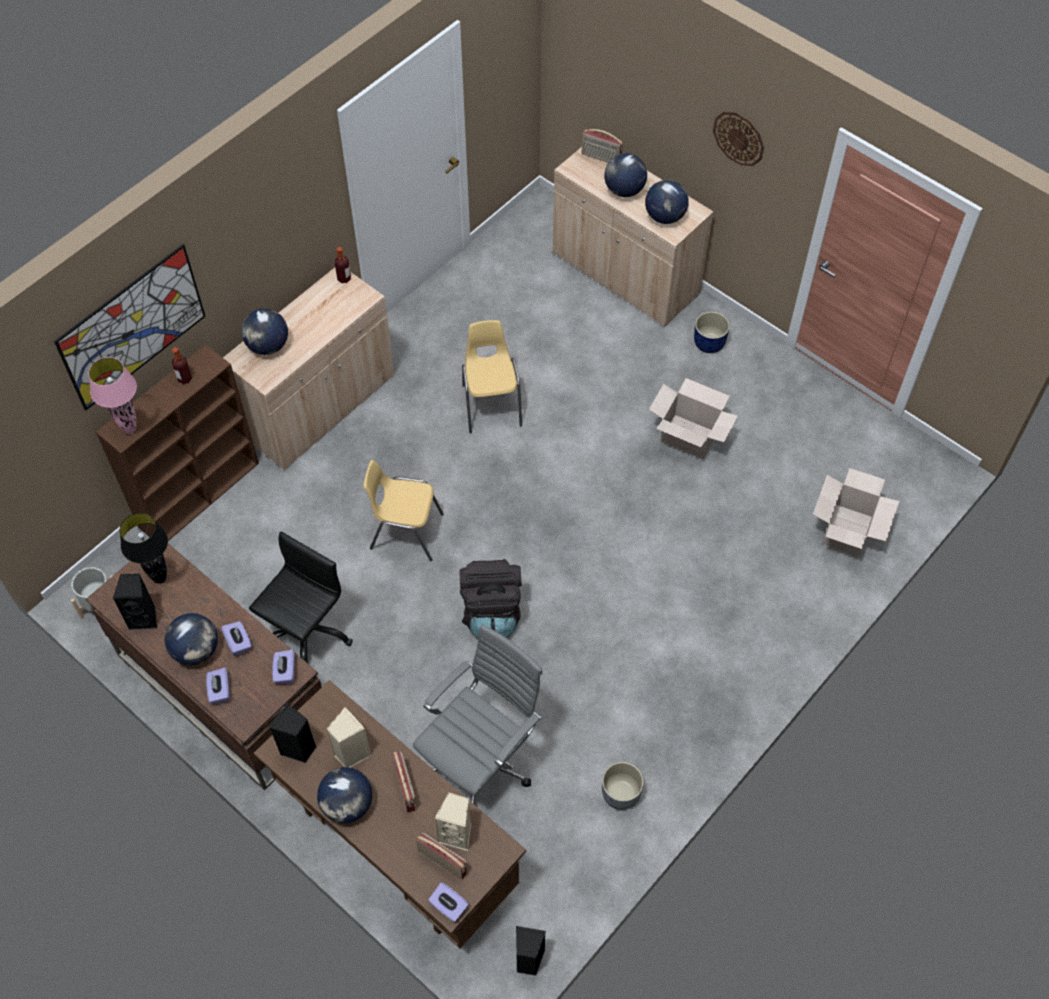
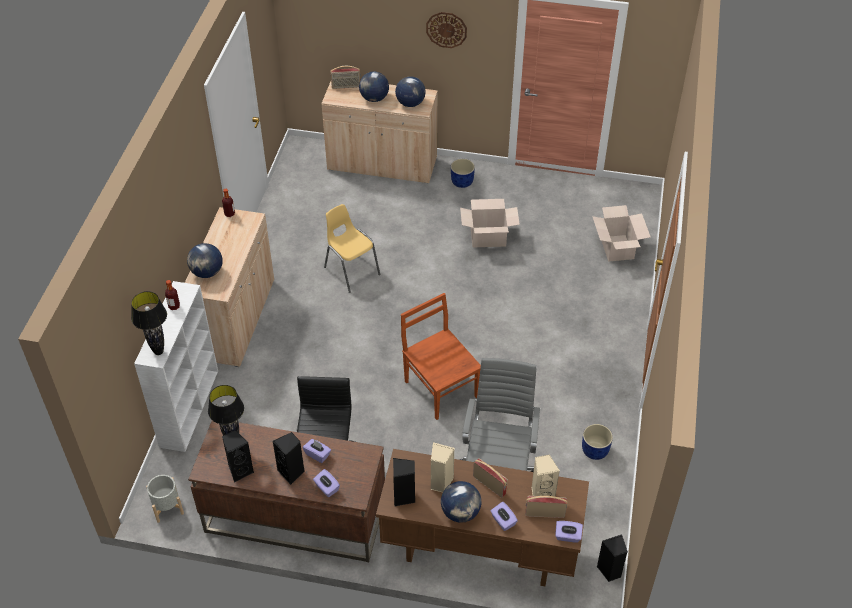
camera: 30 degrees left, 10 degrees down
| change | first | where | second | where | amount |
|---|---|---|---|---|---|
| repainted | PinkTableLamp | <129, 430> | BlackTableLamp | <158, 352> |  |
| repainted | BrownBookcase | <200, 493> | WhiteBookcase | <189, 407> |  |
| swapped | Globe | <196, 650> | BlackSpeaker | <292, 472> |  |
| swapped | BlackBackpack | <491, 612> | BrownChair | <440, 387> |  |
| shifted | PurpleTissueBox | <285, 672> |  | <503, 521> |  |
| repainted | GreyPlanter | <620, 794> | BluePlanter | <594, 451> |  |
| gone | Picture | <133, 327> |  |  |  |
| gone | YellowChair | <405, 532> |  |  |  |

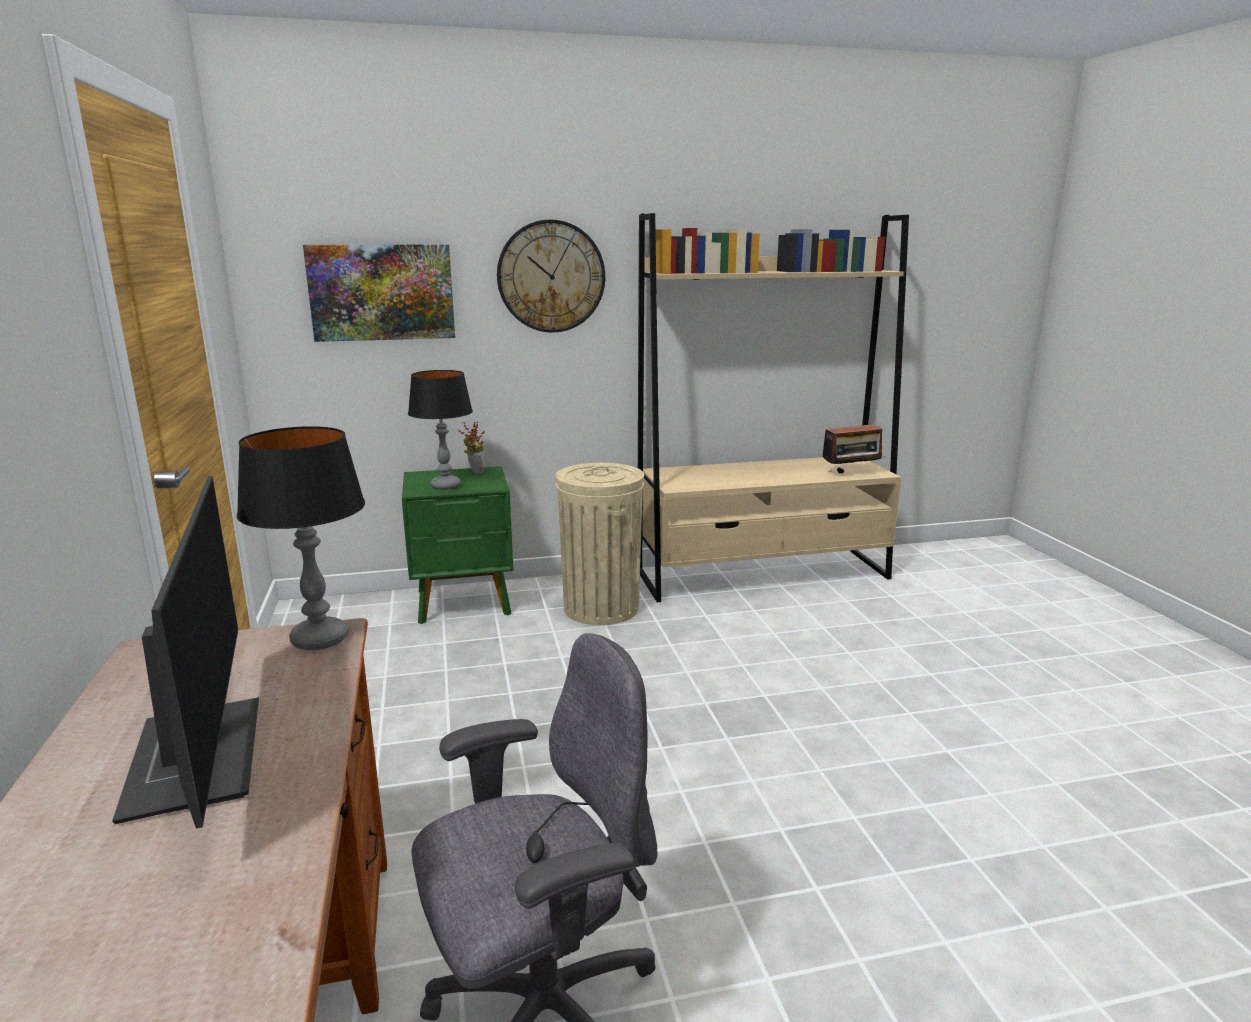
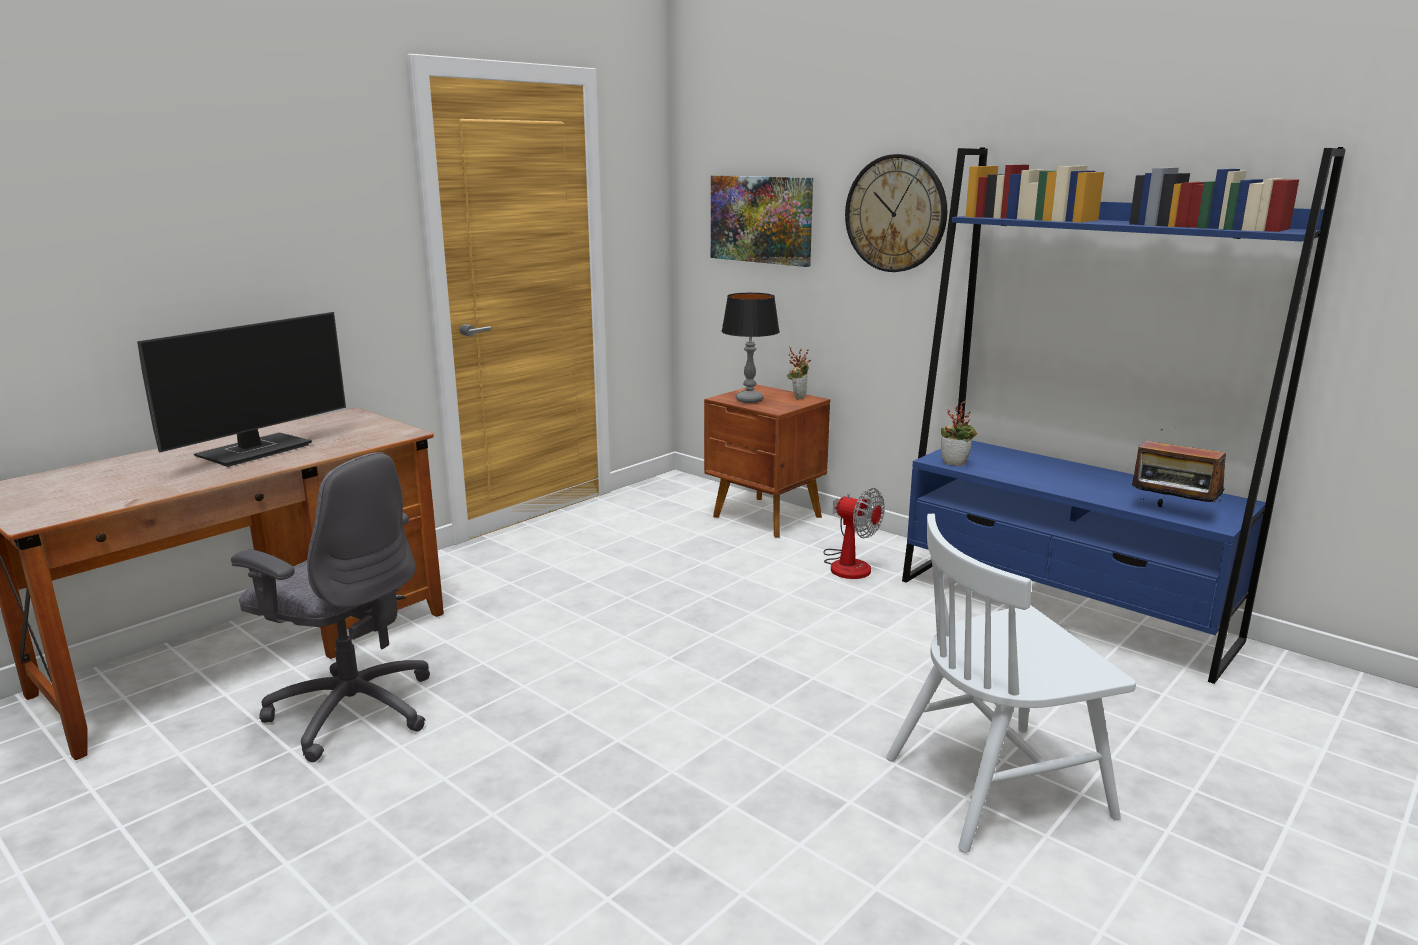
camera: 55 degrees right, 0 degrees up
| change | first | where | second | where | amount |
|---|---|---|---|---|---|
| repainted | GreenNightstand | <465, 603> | BrownNightstand | <767, 517> |  |
| swapped | BeigeTrashCan | <601, 608> | Fan | <848, 563> |  |
| new |  |  | WhiteChair | <998, 785> |  |
| repainted | BeigeBookcase | <763, 575> | BlueBookcase | <1063, 610> |  |
| new |  |  | PottedPlant | <956, 463> |  |
| gone | TableLamp | <319, 639> |  |  |  |

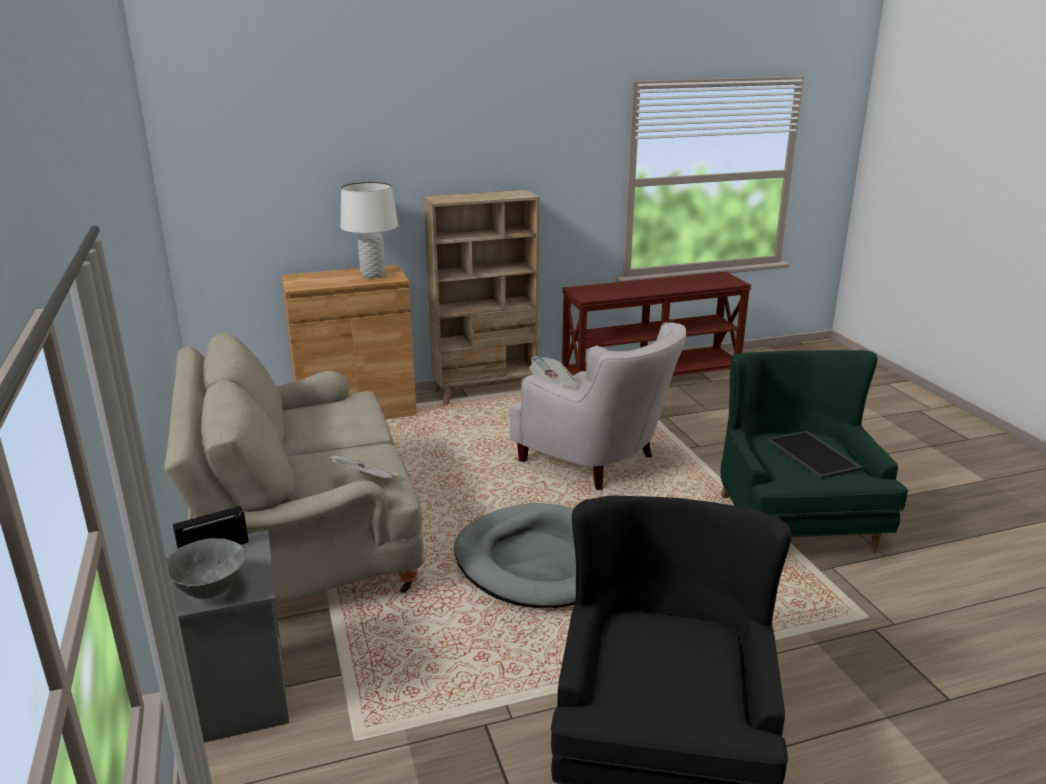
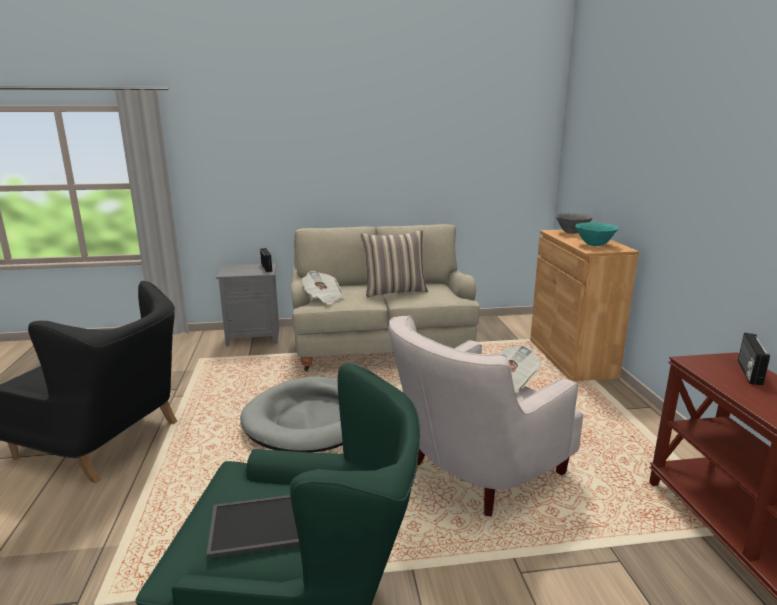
camera: 100 degrees right, 5 degrees down
| change | first | where | second | where | amount |
|---|---|---|---|---|---|
| new |  |  | Pillow | <395, 291> |  |
| shifted | GreyBowl | <210, 591> |  | <572, 233> |  |
| swapped | WhiteTableLamp | <373, 275> | TurquoiseBowl | <595, 245> |  |
| new |  |  | Radio | <748, 372> |  |
| gone | BeigeBookcase | <486, 392> |  |  |  |

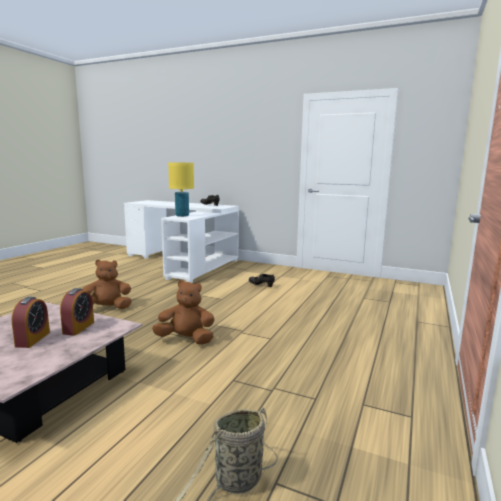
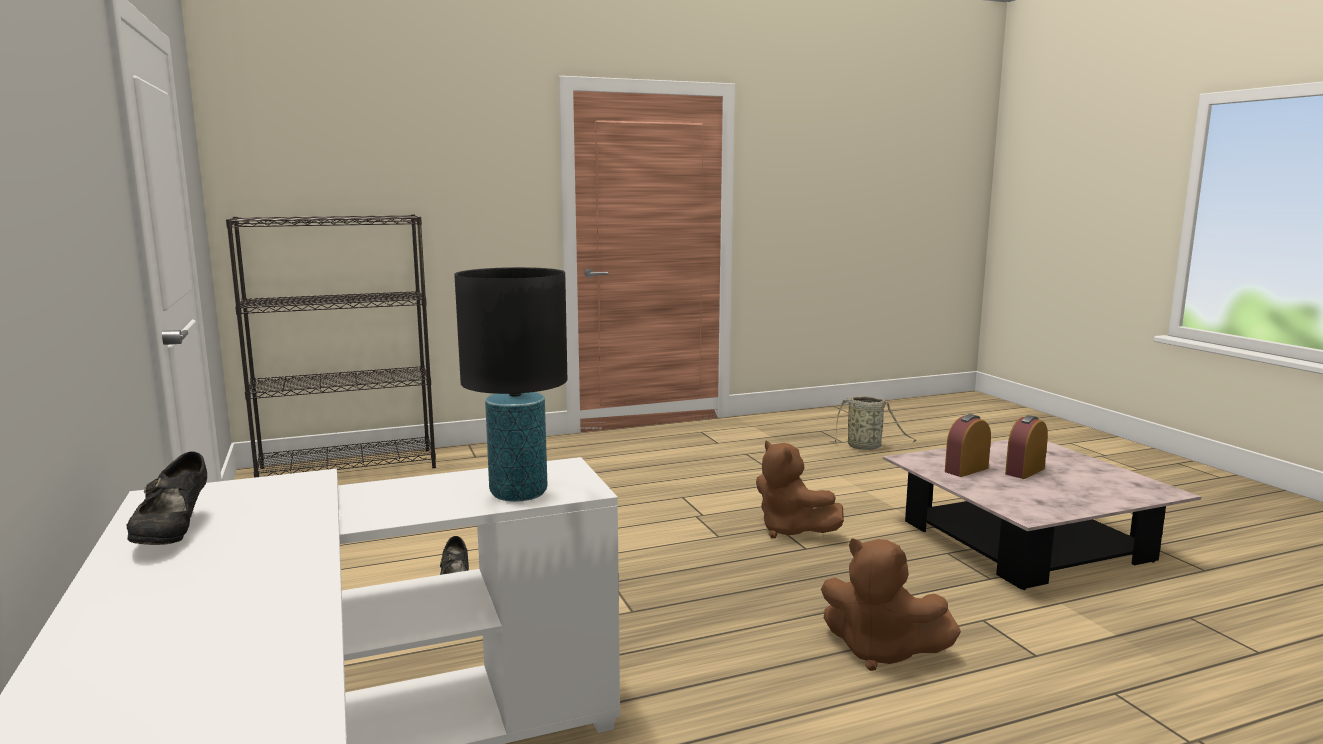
camera: 135 degrees left, 0 degrees up
| change | first | where | second | where | amount |
|---|---|---|---|---|---|
| new |  |  | BlackBookcase | <349, 467> |  |
| repainted | YellowTableLamp | <182, 216> | BlackTableLamp | <518, 494> |  |

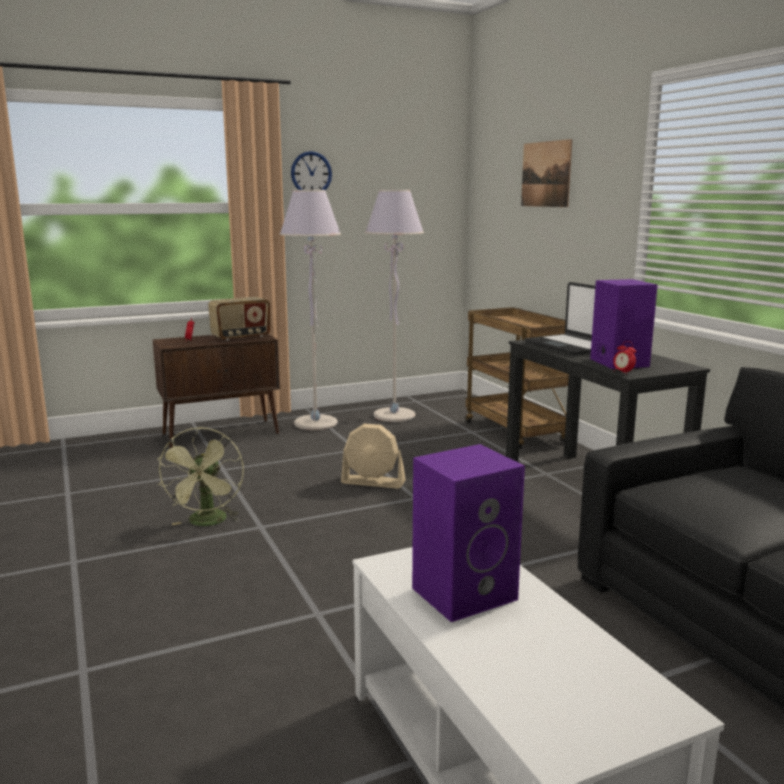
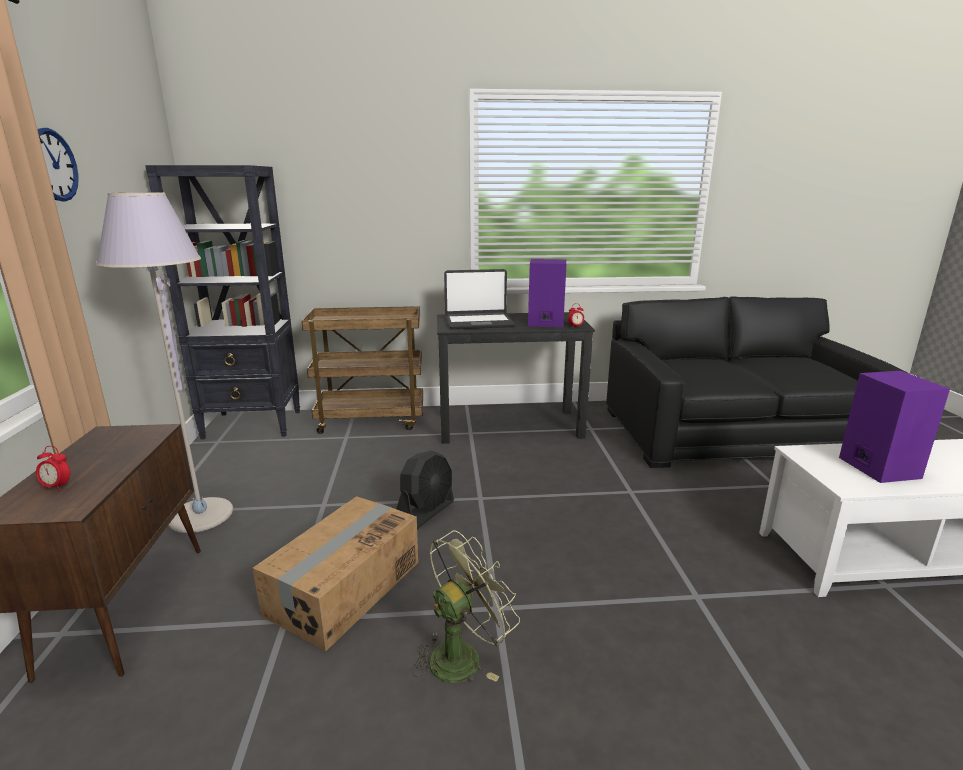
camera: 70 degrees left, 5 degrees up
| change | first | where | second | where | amount |
|---|---|---|---|---|---|
| new |  |  | BlackBookcase | <253, 425> |  |
| new |  |  | CardboardBox | <343, 588> |  |
| repainted | BeigeFan | <373, 482> | BlackFan | <426, 512> |  |
| rotated | GreenFan | <207, 523> |  | <462, 654> | 60 degrees counterclockwise |
| gone | Radio | <241, 337> |  |  |  |
| gone | GreyFloorLamp | <394, 416> |  |  |  |
| gone | Picture | <545, 174> |  |  |  |

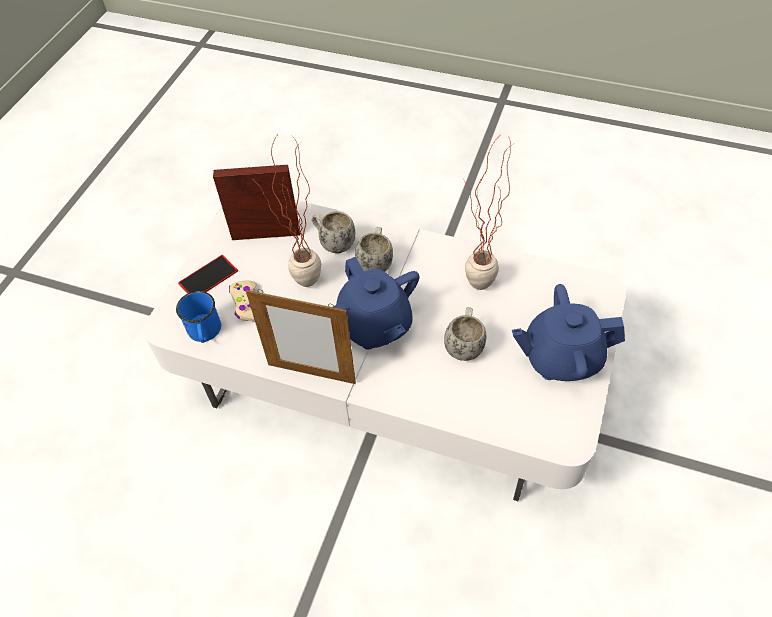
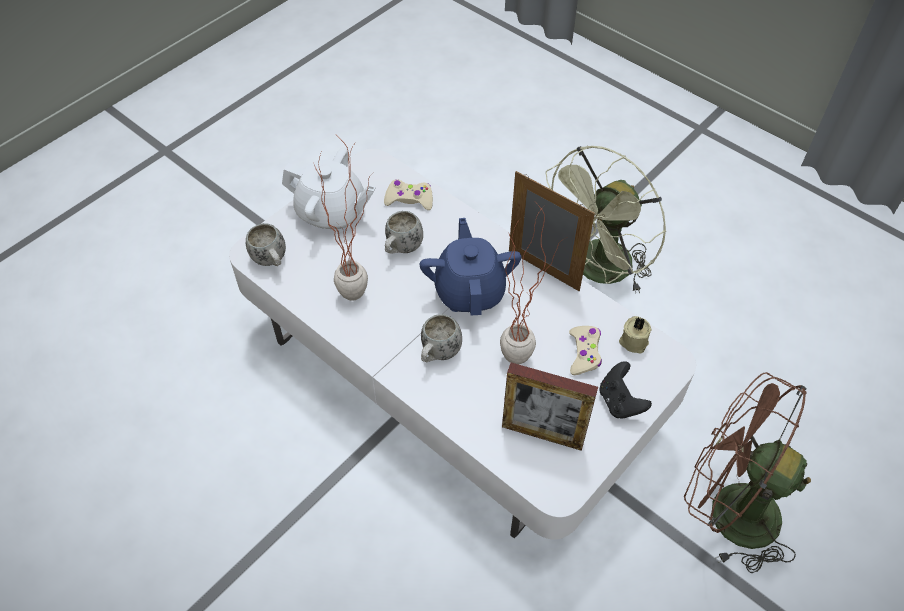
camera: 160 degrees left, 0 degrees up
| change | first | where | second | where | amount |
|---|---|---|---|---|---|
| shifted | WhiteMug | <333, 243> |  | <272, 261> |  |
| repainted | BlueTeapot | <561, 358> | WhiteTeapot | <332, 213> |  |
| new |  |  | BeigeGameController | <409, 199> |  |
| new |  |  | GreenFan | <597, 272> |  |
| swapped | Phone | <208, 277> | BlackGameController | <620, 402> |  |
| swapped | BlueMug | <205, 333> | BeigeCandle | <633, 340> |  |
| new |  |  | BrownFan | <728, 510> |  |

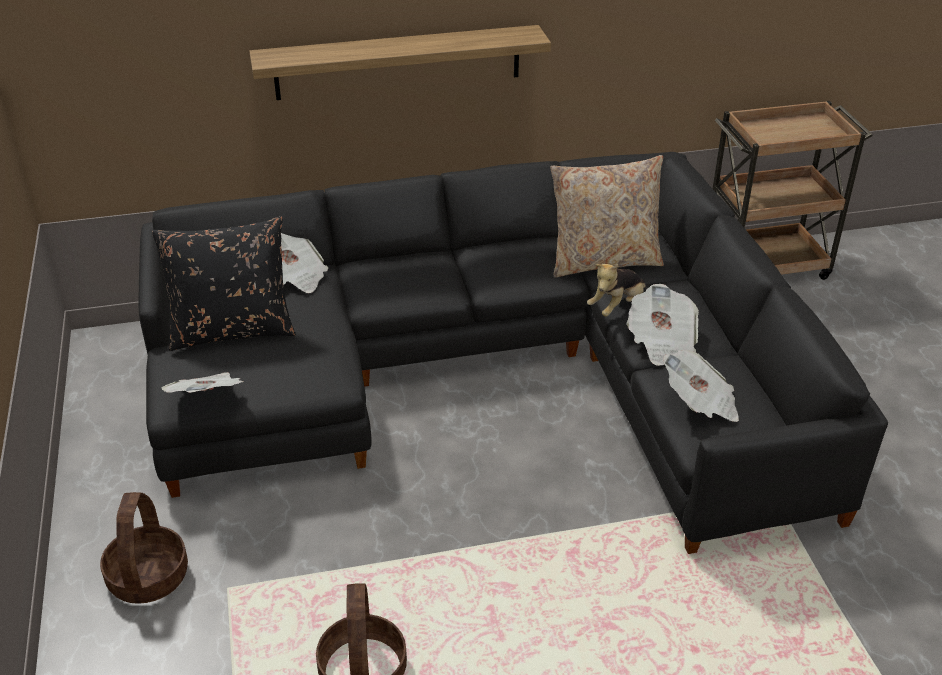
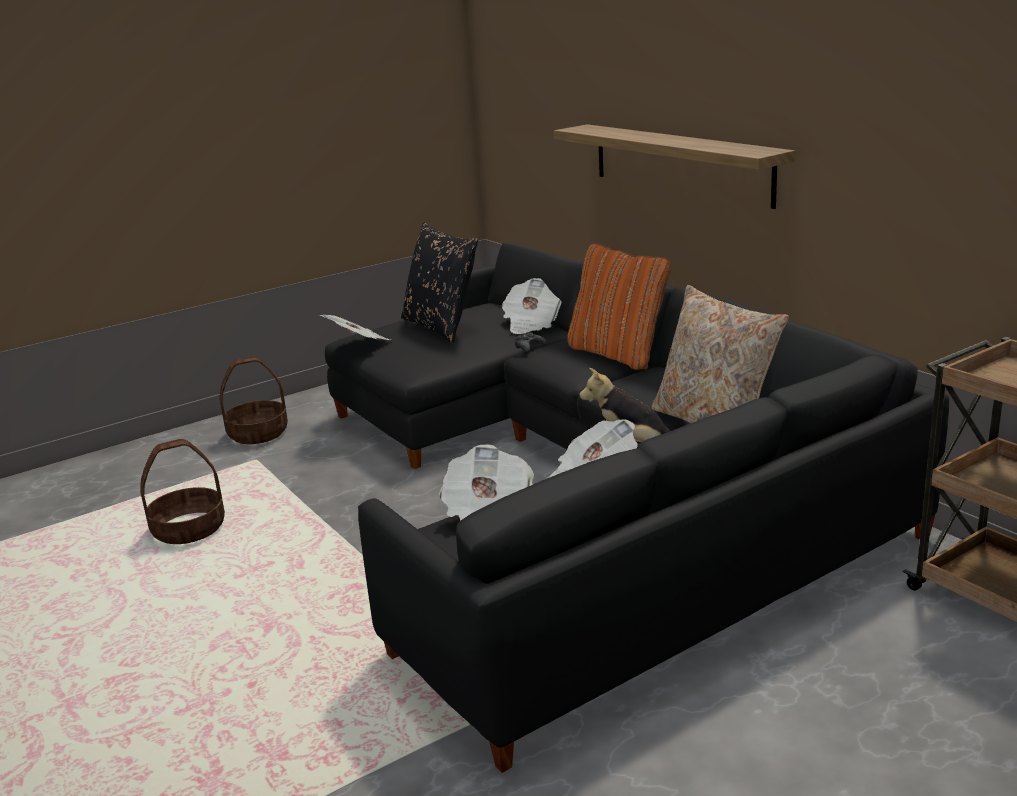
camera: 70 degrees right, 15 degrees down
| change | first | where | second | where | amount |
|---|---|---|---|---|---|
| new |  |  | BlackGameController | <529, 347> |  |
| new |  |  | OrangePillow | <618, 354> |  |

